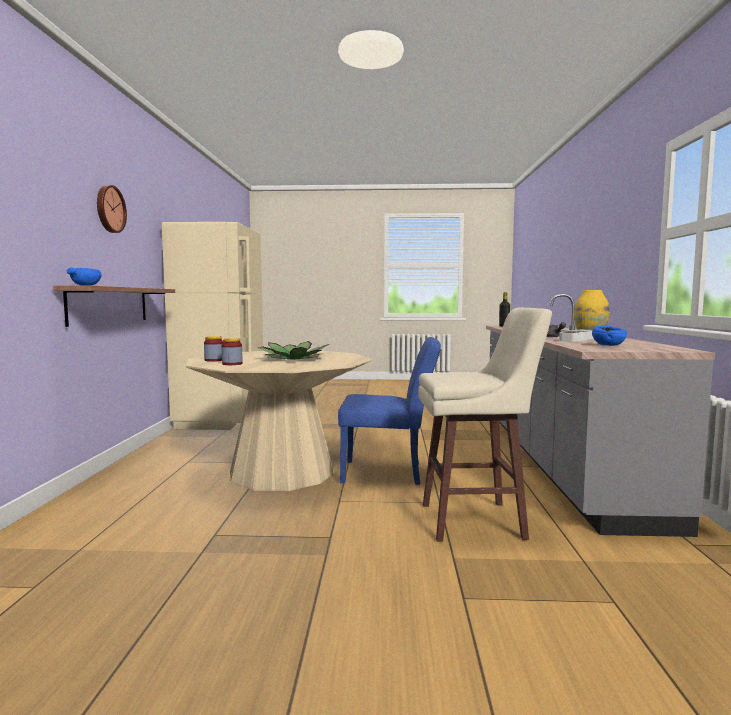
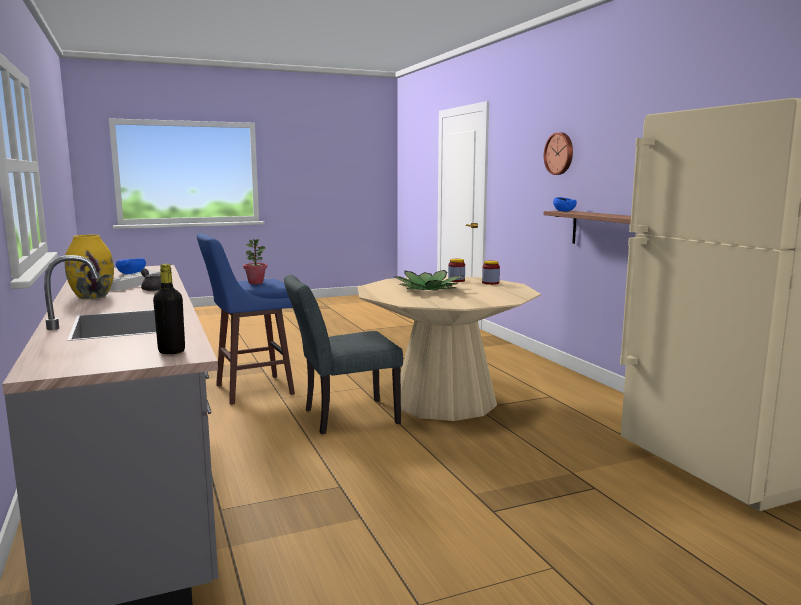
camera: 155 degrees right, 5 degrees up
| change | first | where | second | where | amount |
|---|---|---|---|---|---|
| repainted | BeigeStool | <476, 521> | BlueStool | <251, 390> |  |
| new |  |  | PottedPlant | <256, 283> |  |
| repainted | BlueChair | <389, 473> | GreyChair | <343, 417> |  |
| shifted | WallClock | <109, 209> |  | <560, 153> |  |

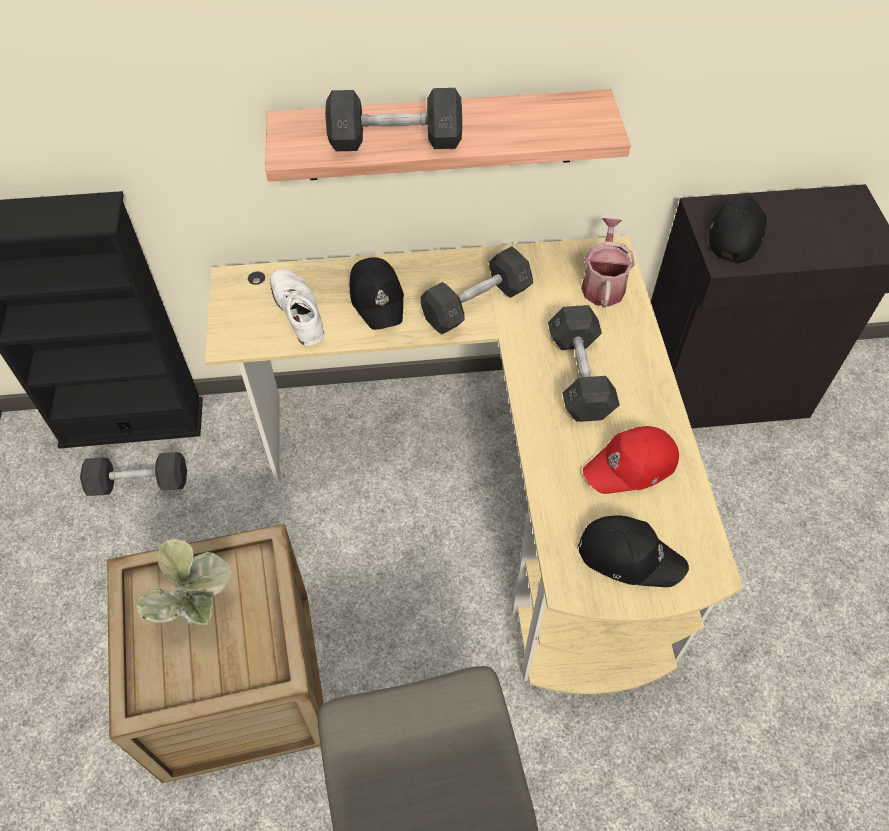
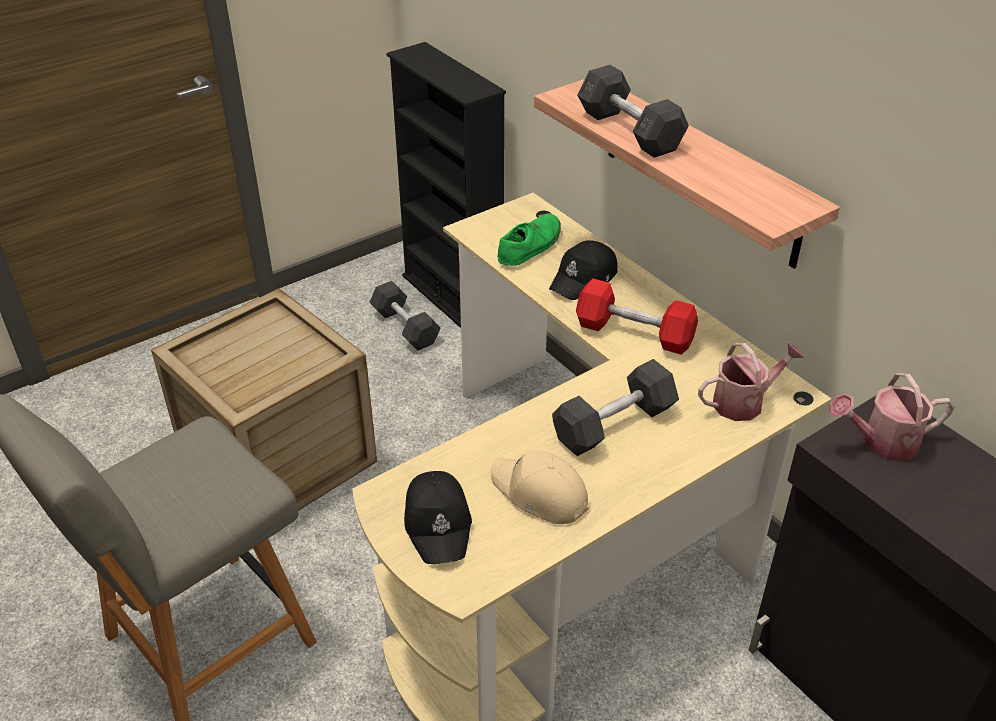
camera: 60 degrees right, 15 degrees down
| change | first | where | second | where | amount |
|---|---|---|---|---|---|
| repainted | RedCap | <632, 467> | BeigeCap | <539, 494> |  |
| repainted | WhiteShoe | <298, 311> | GreenShoe | <530, 246> |  |
| repainted | GreyDumbbell | <476, 304> | RedDumbbell | <634, 333> |  |
| swapped | BlackCap | <734, 234> | WateringCan | <882, 442> |  |
| gone | PottedPlant | <202, 615> |  |  |  |

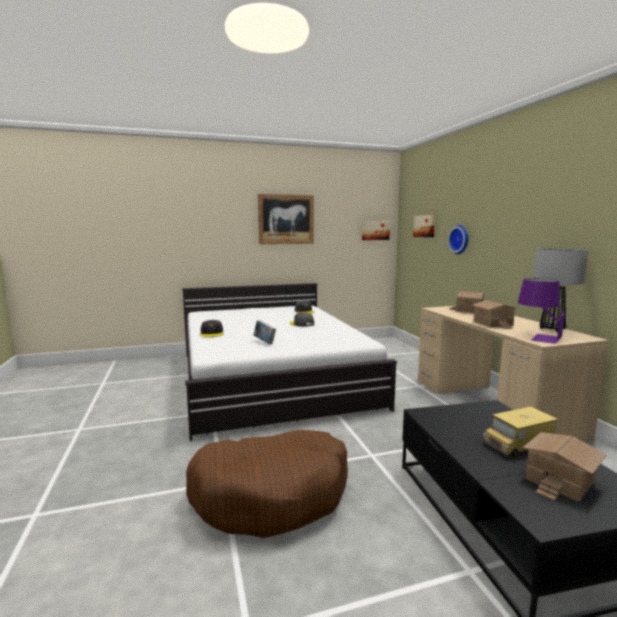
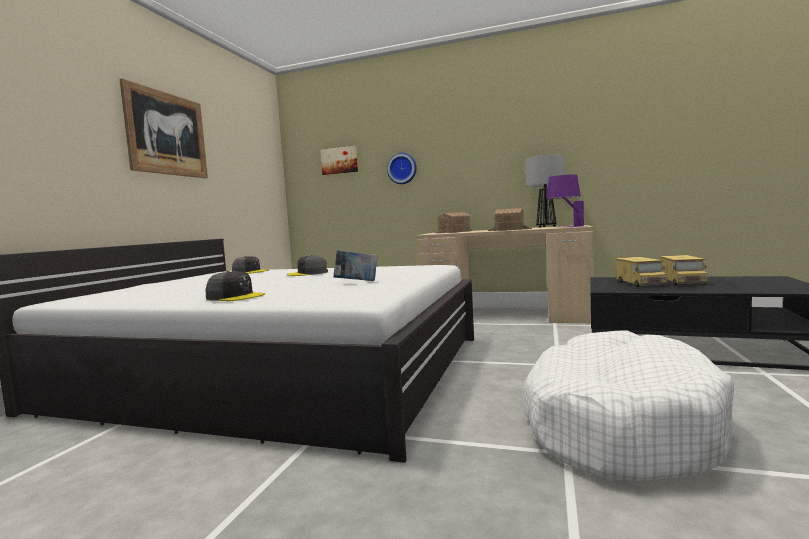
camera: 55 degrees left, 5 degrees down
| change | first | where | second | where | amount |
|---|---|---|---|---|---|
| repainted | BrownDogBed | <272, 494> | WhiteDogBed | <617, 425> |  |
| new |  |  | ToyTruck | <640, 283> |  |
| gone | Picture | <375, 230> |  |  |  |
| gone | ToyHouse | <558, 479> |  |  |  |

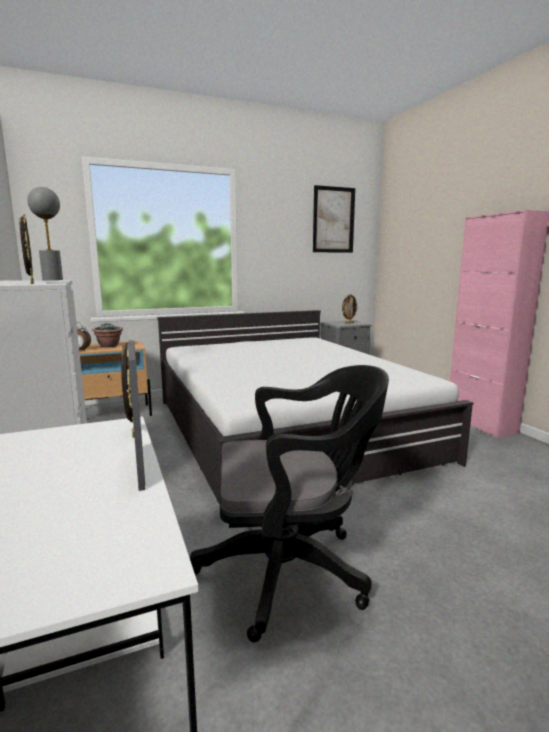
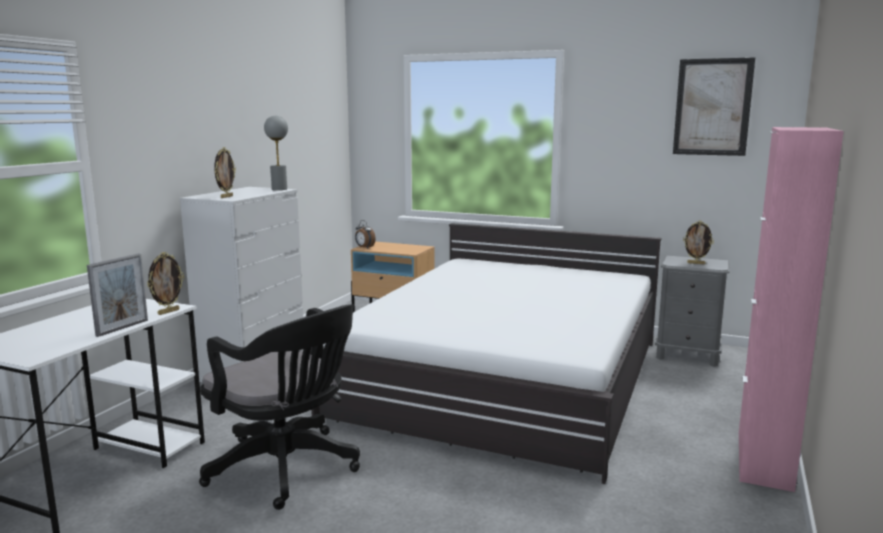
camera: 45 degrees right, 0 degrees up
| change | first | where | second | where | amount |
|---|---|---|---|---|---|
| gone | PottedPlant | <109, 346> |  |  |  |

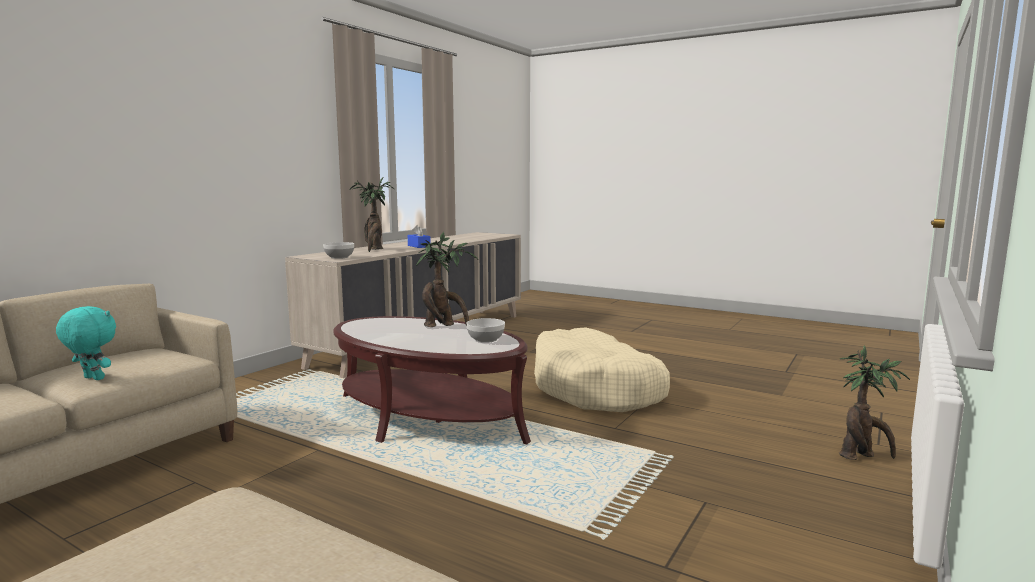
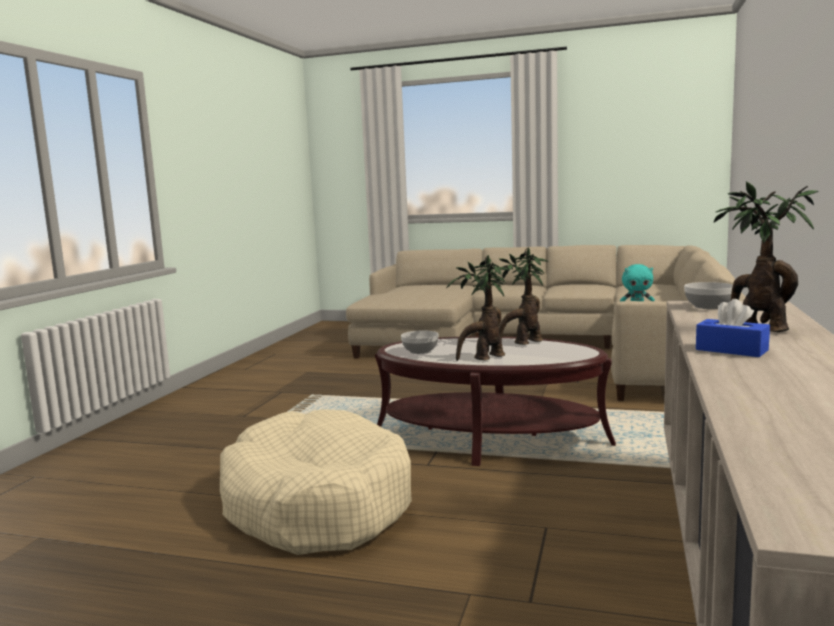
camera: 165 degrees right, 0 degrees up
| change | first | where | second | where | amount |
|---|---|---|---|---|---|
| shifted | PottedPlant | <862, 456> |  | <523, 343> |  |

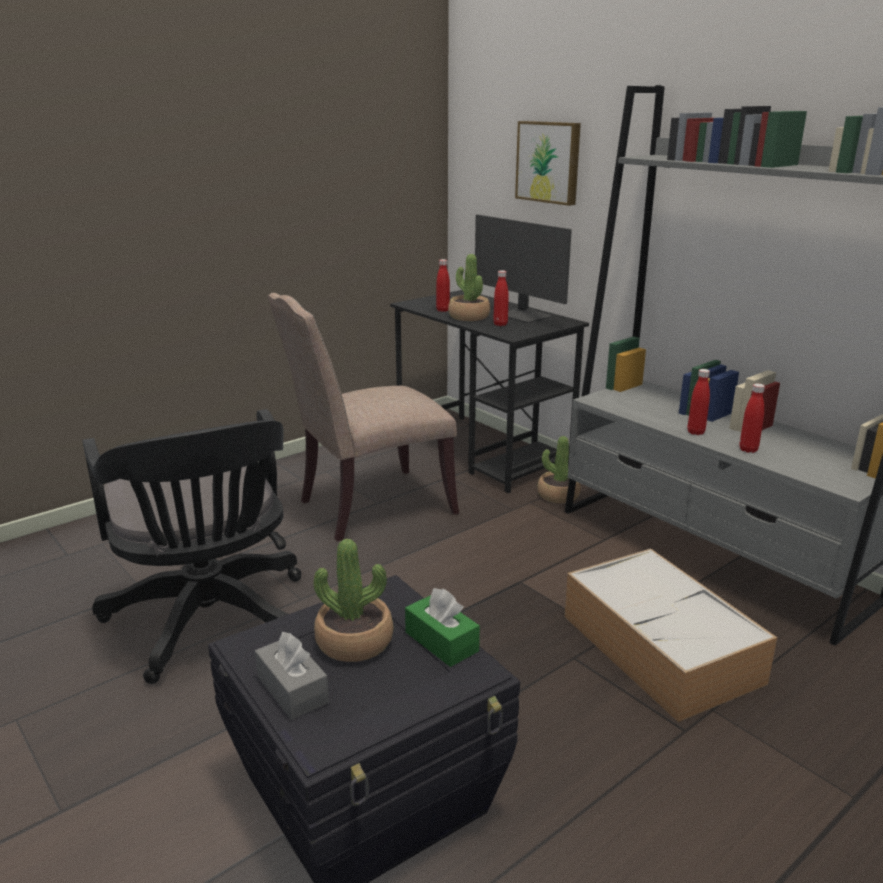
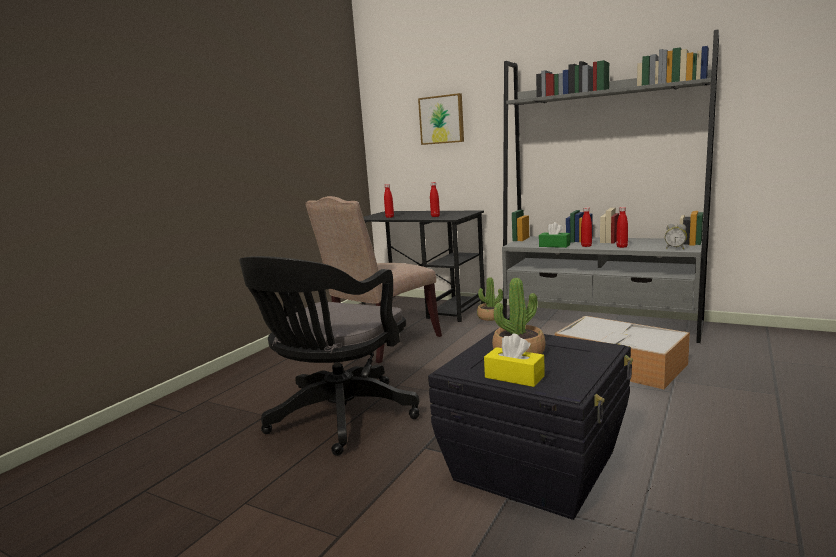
camera: 20 degrees left, 10 degrees down
| change | first | where | second | where | amount |
|---|---|---|---|---|---|
| rotated | BlackOfficeChair | <211, 623> |  | <337, 419> | 75 degrees clockwise |
| repainted | GreyTissueBox | <292, 689> | YellowTissueBox | <514, 377> |  |
| shifted | GreenTissueBox | <441, 642> |  | <554, 245> |  |
| new |  |  | AlarmClock | <675, 248> |  |
| gone | PottedPlant | <468, 317> |  |  |  |
| gone | Monitor | <523, 316> |  |  |  |

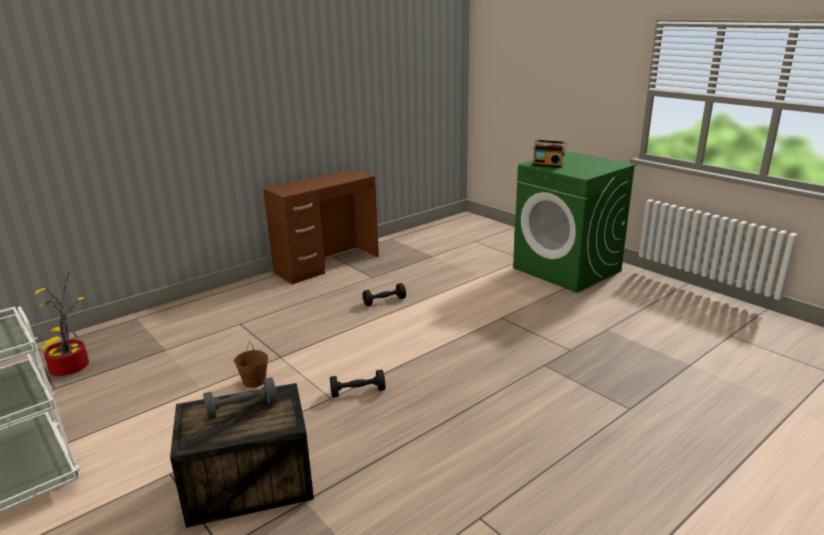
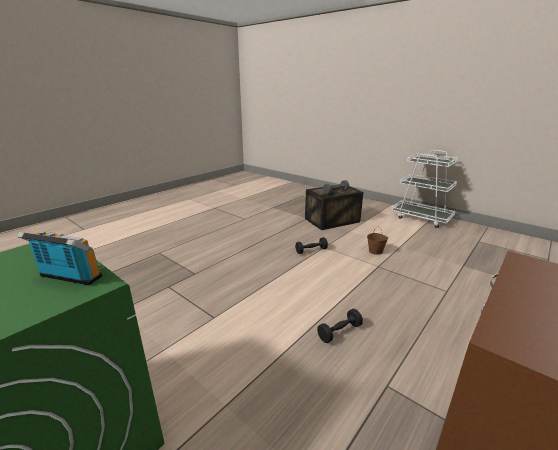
camera: 170 degrees right, 0 degrees up
| change | first | where | second | where | amount |
|---|---|---|---|---|---|
| gone | PottedPlant | <72, 368> |  |  |  |

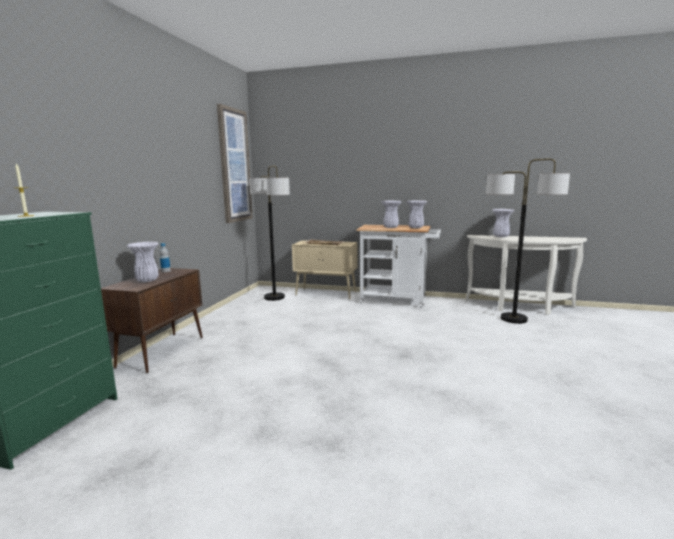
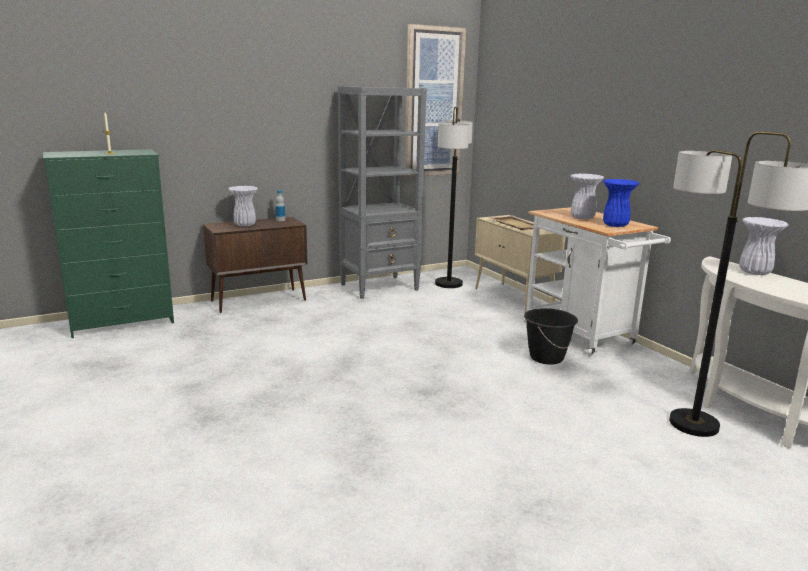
camera: 45 degrees right, 5 degrees up
| change | first | where | second | where | amount |
|---|---|---|---|---|---|
| new |  |  | GreyBookcase | <380, 287> |  |
| new |  |  | BlackBucket | <546, 358> |  |
| repainted | WhiteVase | <416, 227> | BlueVase | <615, 225> |  |

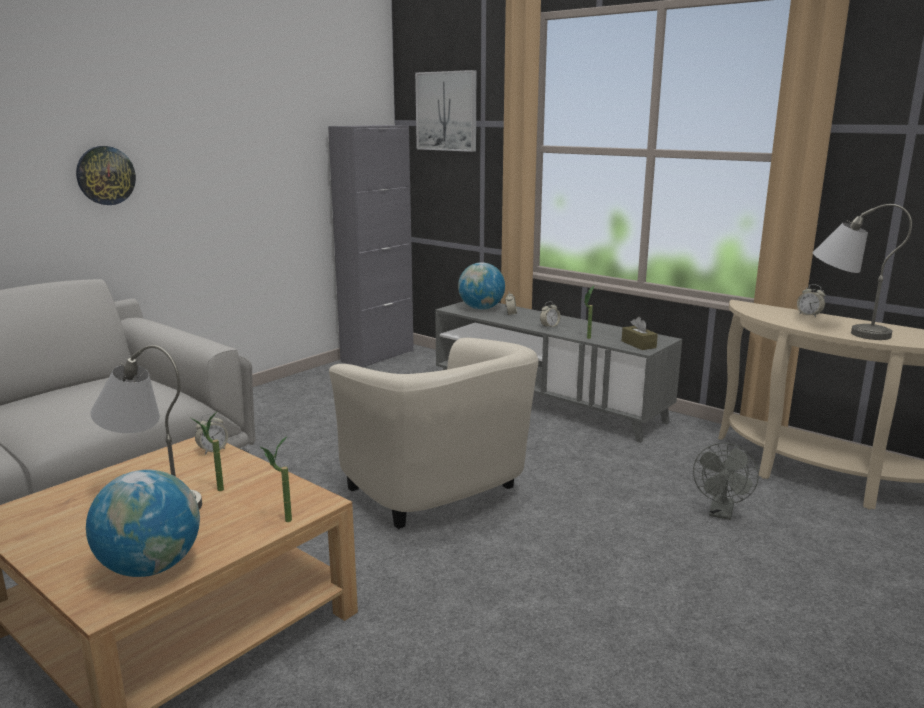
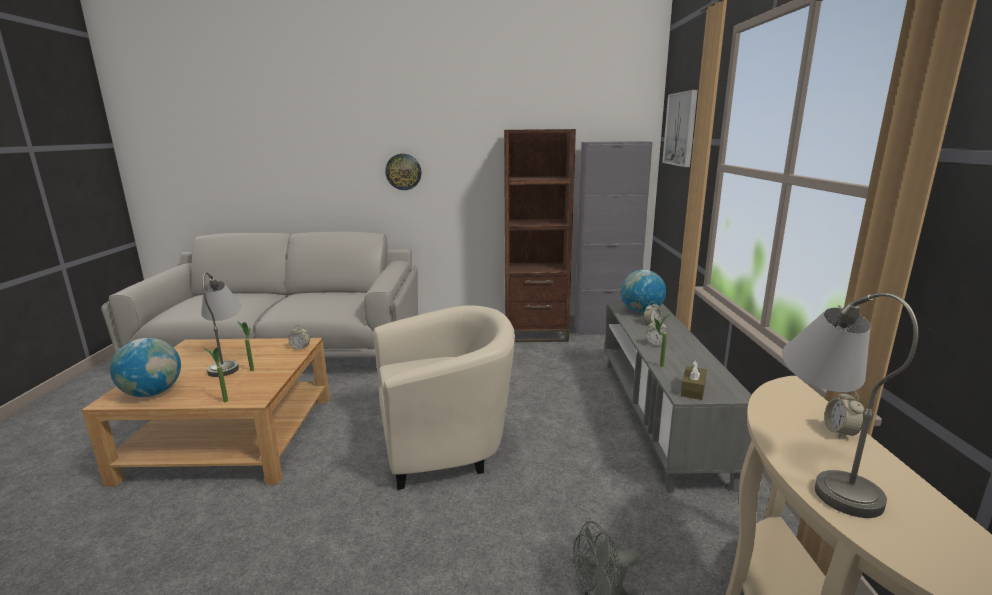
camera: 50 degrees right, 0 degrees up
| change | first | where | second | where | amount |
|---|---|---|---|---|---|
| rotated | BeigeArmchair | <441, 495> |  | <446, 444> | 120 degrees counterclockwise |
| new |  |  | BrownBookcase | <535, 334> |  |

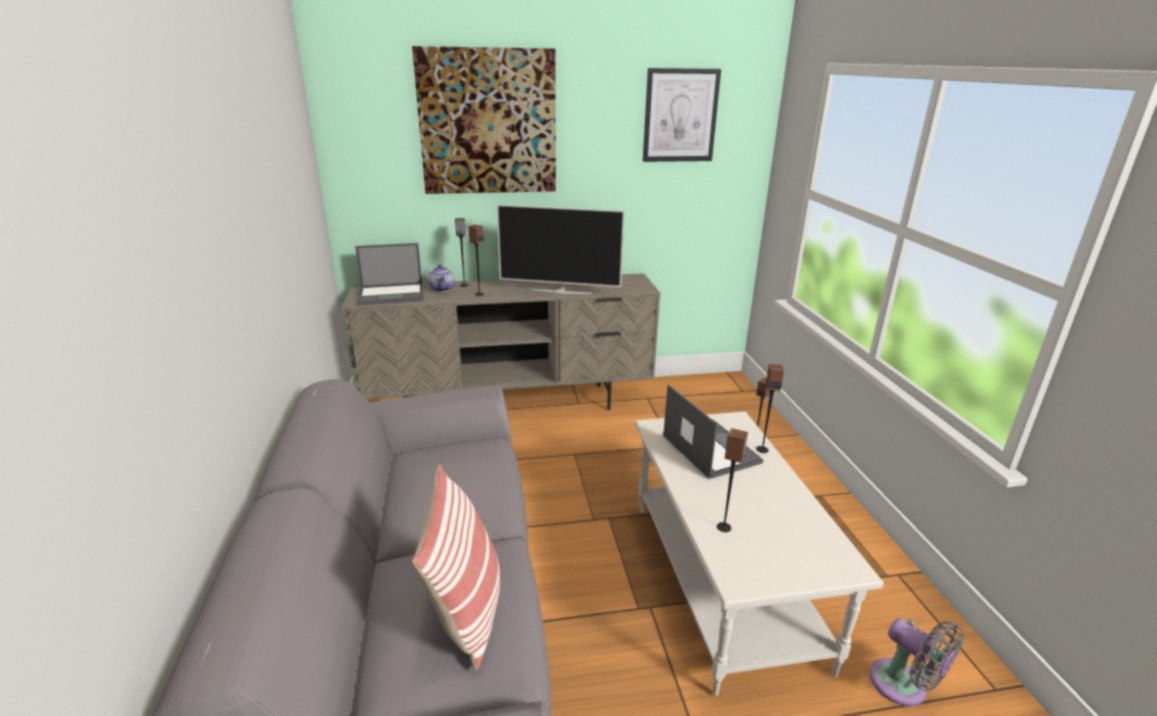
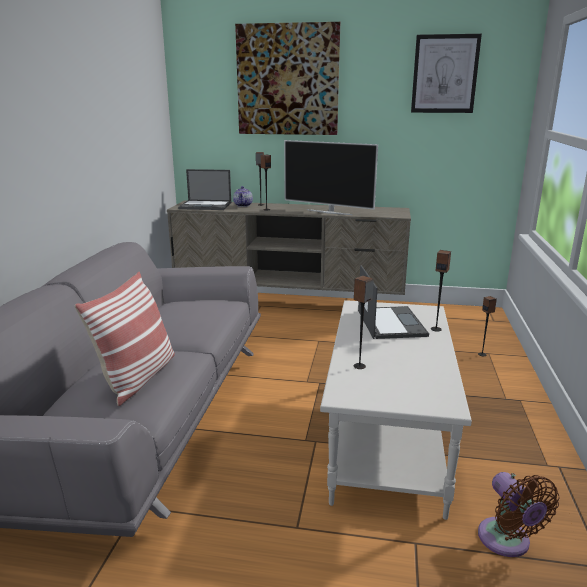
camera: 20 degrees right, 5 degrees down
| change | first | where | second | where | amount |
|---|---|---|---|---|---|
| repainted | GreyFan | <903, 687> | BrownFan | <507, 542> |  |

